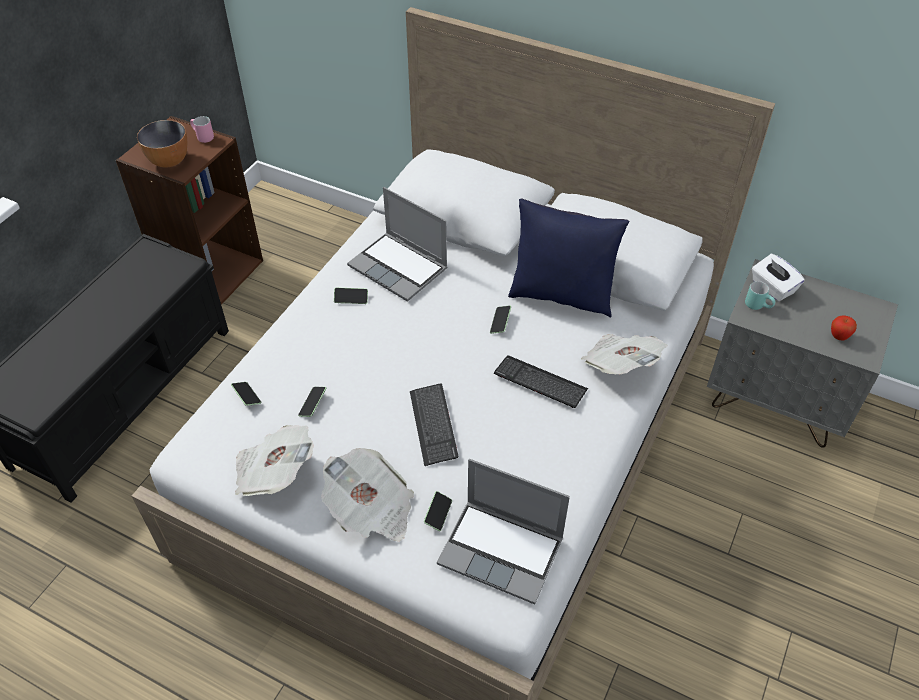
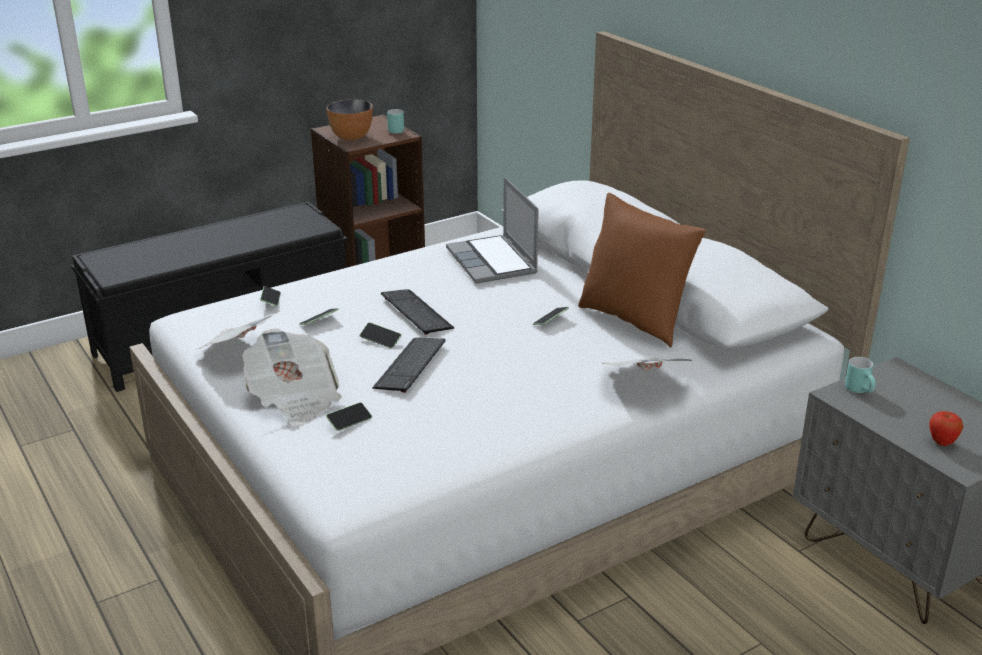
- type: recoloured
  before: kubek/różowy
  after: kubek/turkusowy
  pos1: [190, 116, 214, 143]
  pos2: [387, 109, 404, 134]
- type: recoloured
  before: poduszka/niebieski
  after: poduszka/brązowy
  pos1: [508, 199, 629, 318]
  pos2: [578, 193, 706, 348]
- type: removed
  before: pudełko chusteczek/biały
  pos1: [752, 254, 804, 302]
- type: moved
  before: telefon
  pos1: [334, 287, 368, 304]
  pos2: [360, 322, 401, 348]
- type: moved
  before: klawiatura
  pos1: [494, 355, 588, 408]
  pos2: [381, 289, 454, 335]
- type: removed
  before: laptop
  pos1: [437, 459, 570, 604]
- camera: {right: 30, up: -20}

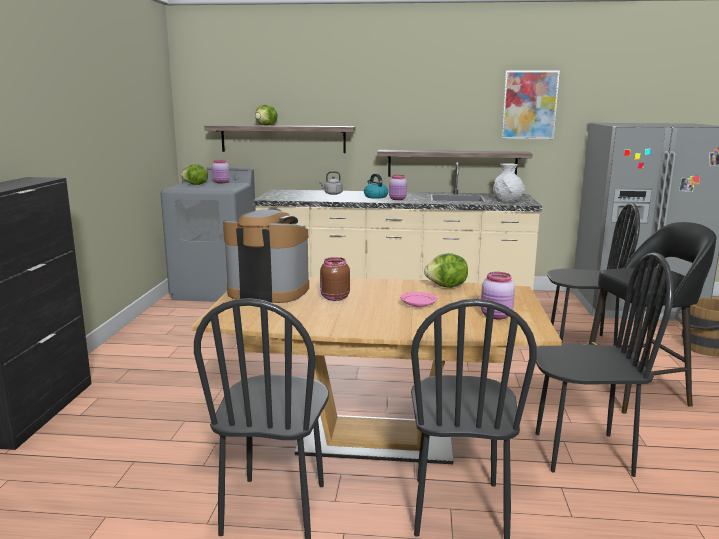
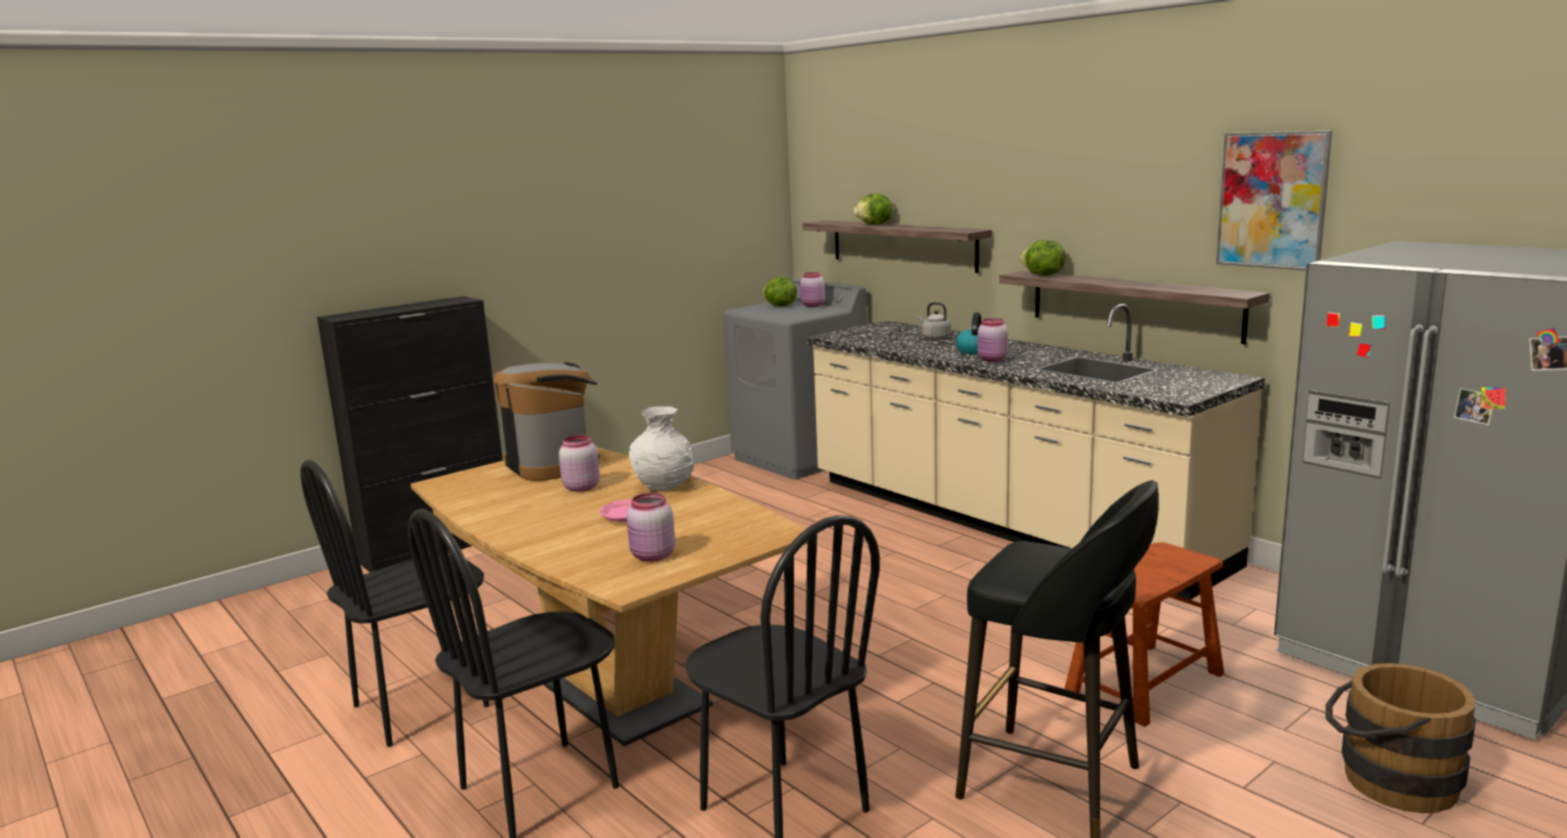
- type: moved
  before: wazon/biały
  pos1: [493, 163, 525, 202]
  pos2: [629, 406, 694, 491]
- type: replaced
  before: krzesło/czarny
  after: stołek/brązowy
  pos1: [547, 203, 640, 346]
  pos2: [1064, 542, 1224, 727]
- type: moved
  before: sałata
  pos1: [424, 253, 468, 288]
  pos2: [1020, 240, 1066, 276]
- type: recoloured
  before: słoik/brązowy
  after: słoik/różowy
  pos1: [320, 257, 350, 301]
  pos2: [559, 435, 600, 492]
- camera: {right: 45, up: 0}

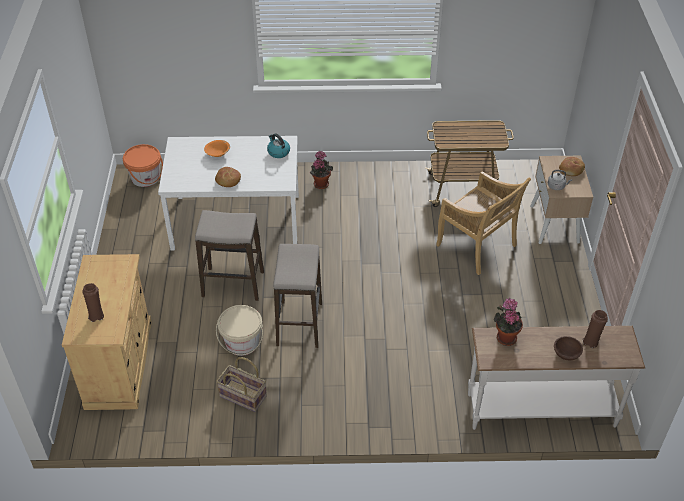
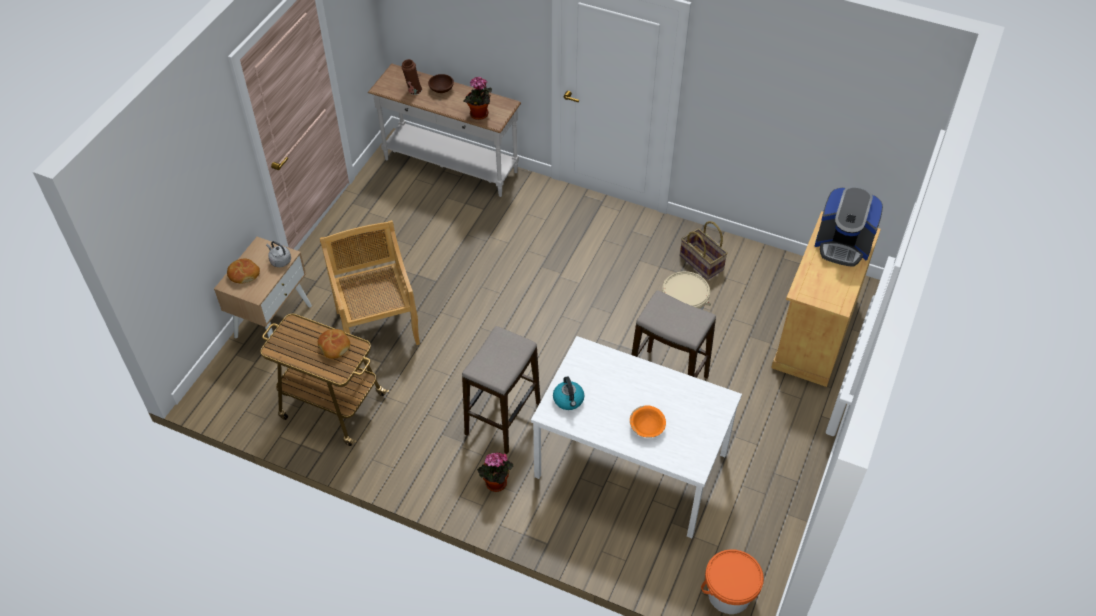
- type: moved
  before: chleb
  pos1: [215, 167, 241, 187]
  pos2: [318, 329, 350, 359]
- type: moved
  before: stołek
  pos1: [273, 244, 322, 348]
  pos2: [462, 326, 541, 454]
- type: replaced
  before: wazon/brązowy
  after: ekspres do kawy
  pos1: [82, 283, 104, 322]
  pos2: [815, 186, 883, 267]
- camera: {right: -155, up: 5}

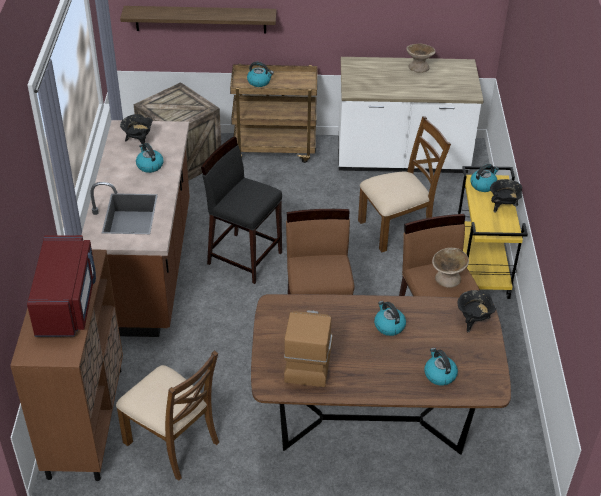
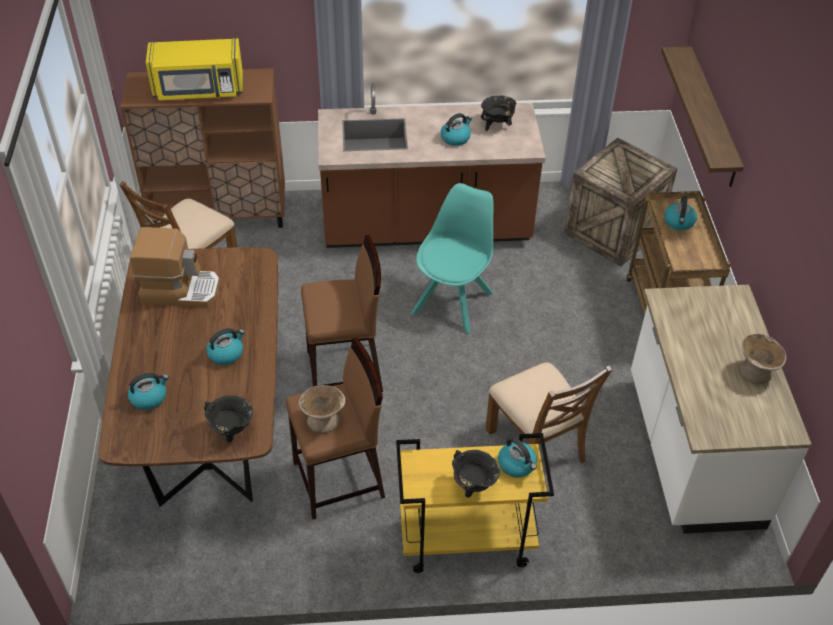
- type: replaced
  before: stołek/czarny
  after: krzesło/turkusowy
  pos1: [201, 137, 282, 284]
  pos2: [412, 183, 494, 334]
- type: recoloured
  before: mikrofalówka/czerwony
  after: mikrofalówka/żółty
  pos1: [27, 235, 96, 337]
  pos2: [146, 38, 243, 100]
- camera: {right: 85, up: 5}

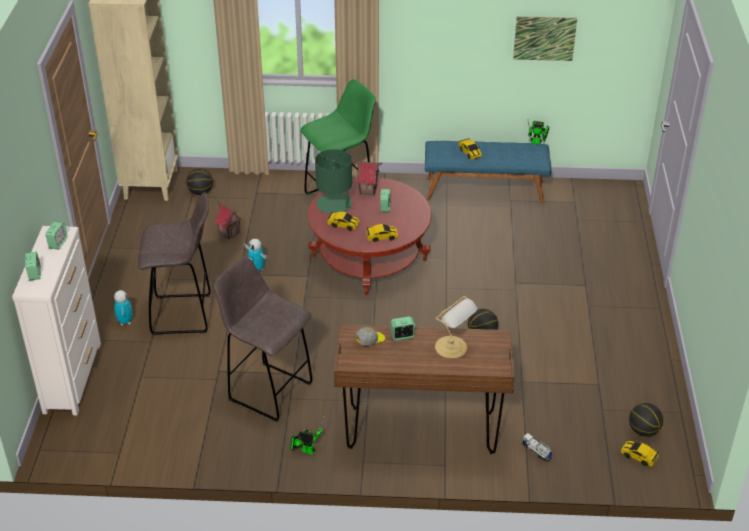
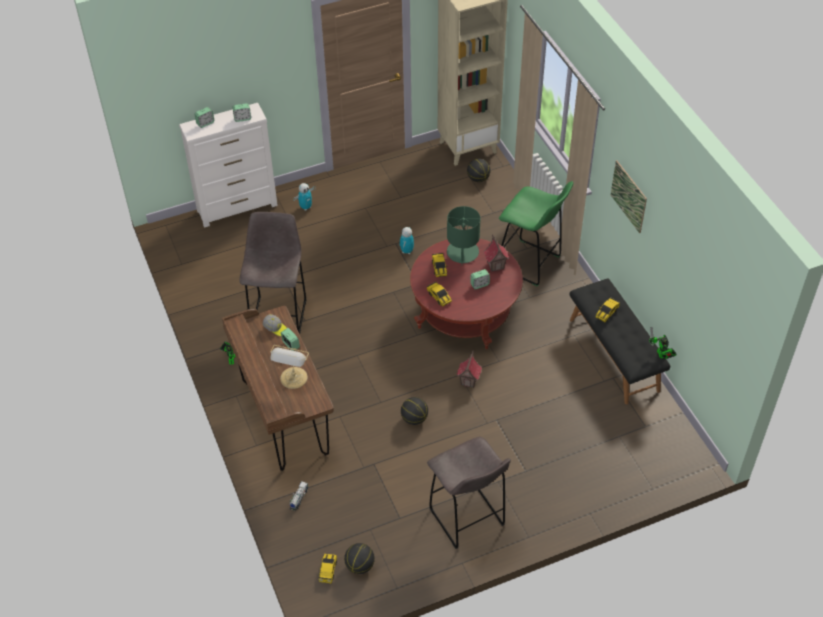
- type: moved
  before: obraz
  pos1: [513, 16, 577, 61]
  pos2: [611, 160, 647, 233]
- type: recoloured
  before: ławka/niebieski
  after: ławka/czarny
  pos1: [425, 141, 551, 204]
  pos2: [570, 278, 670, 404]
- type: moved
  before: stołek/szary
  pos1: [138, 192, 211, 335]
  pos2: [427, 437, 511, 549]
- type: moved
  before: domek
  pos1: [214, 201, 242, 239]
  pos2: [457, 351, 482, 388]
- camera: {right: 65, up: 10}

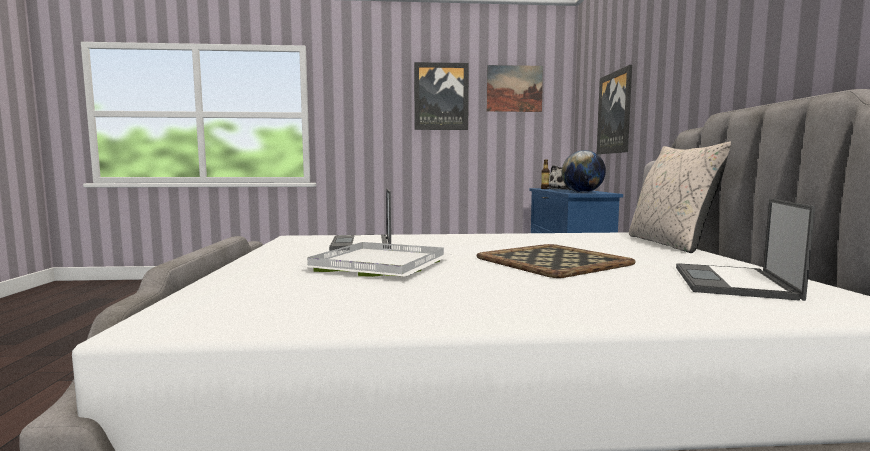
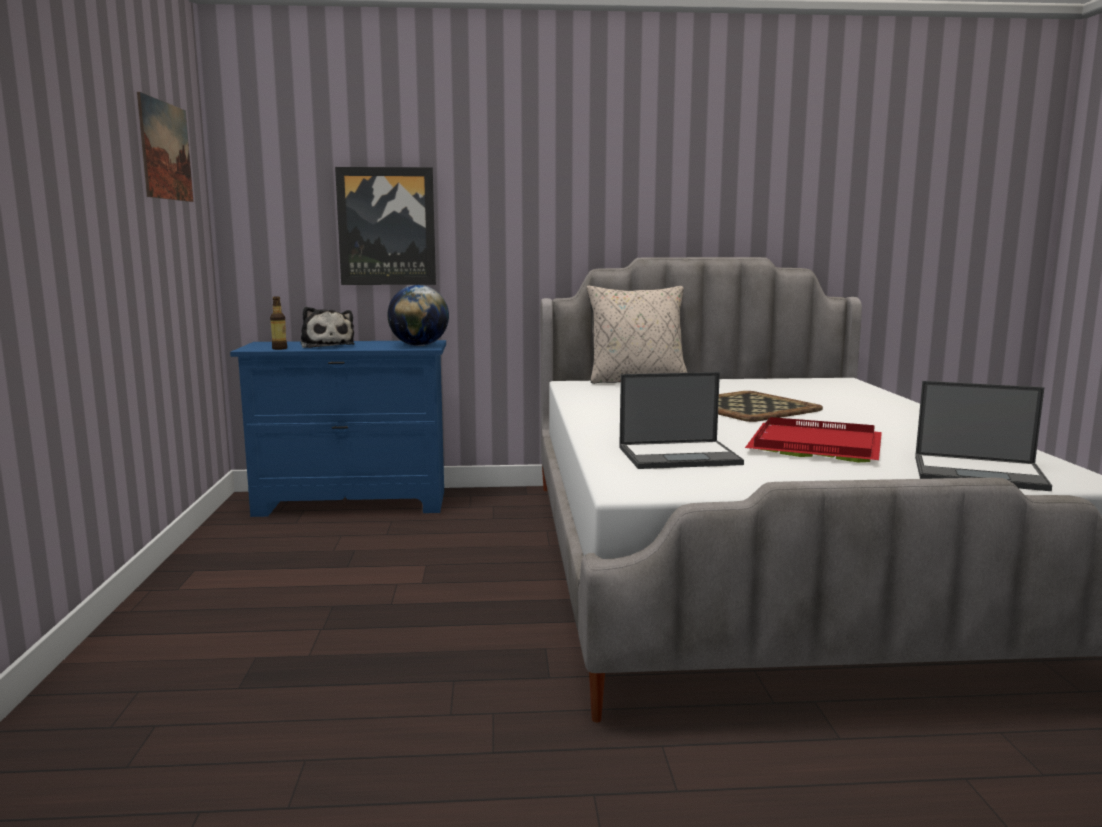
- type: removed
  before: obraz
  pos1: [414, 62, 469, 130]
- type: moved
  before: laptop
  pos1: [676, 198, 815, 301]
  pos2: [915, 381, 1052, 491]
- type: recoloured
  before: taca/biały
  after: taca/czerwony
  pos1: [299, 242, 451, 277]
  pos2: [745, 417, 882, 462]
- camera: {right: -90, up: 5}

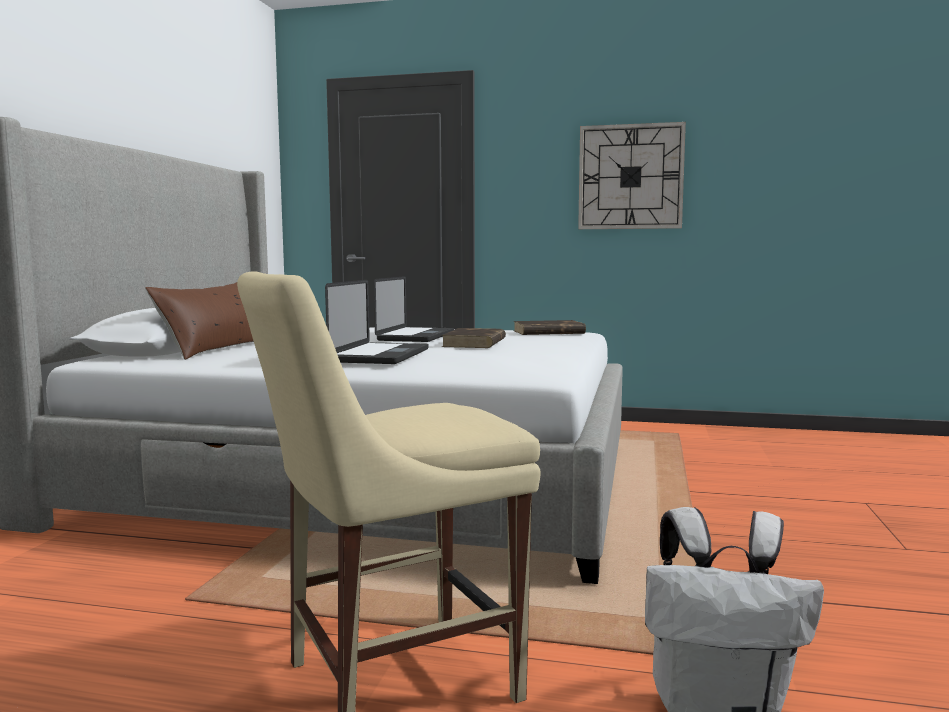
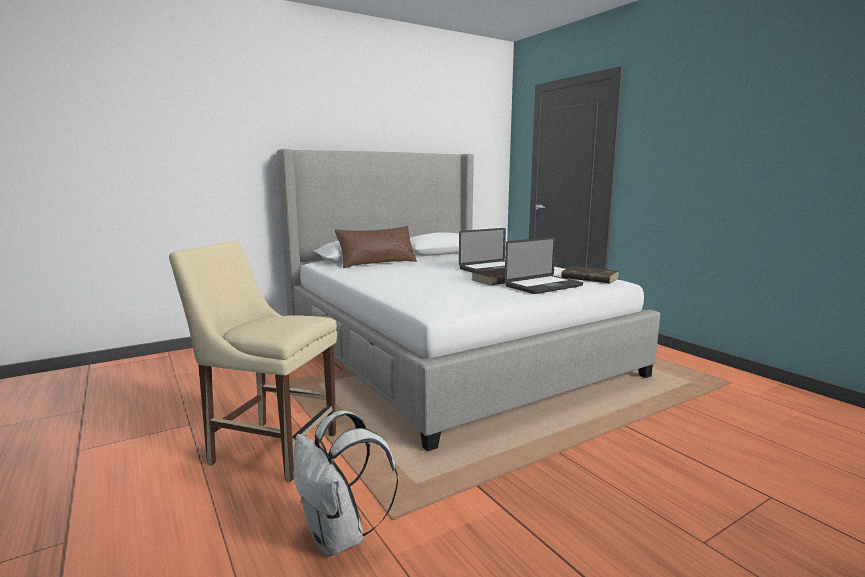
- type: removed
  before: zegar ścienny
  pos1: [578, 122, 686, 229]
- type: moved
  before: laptop
  pos1: [325, 280, 429, 364]
  pos2: [505, 237, 583, 294]
- camera: {right: 45, up: 5}

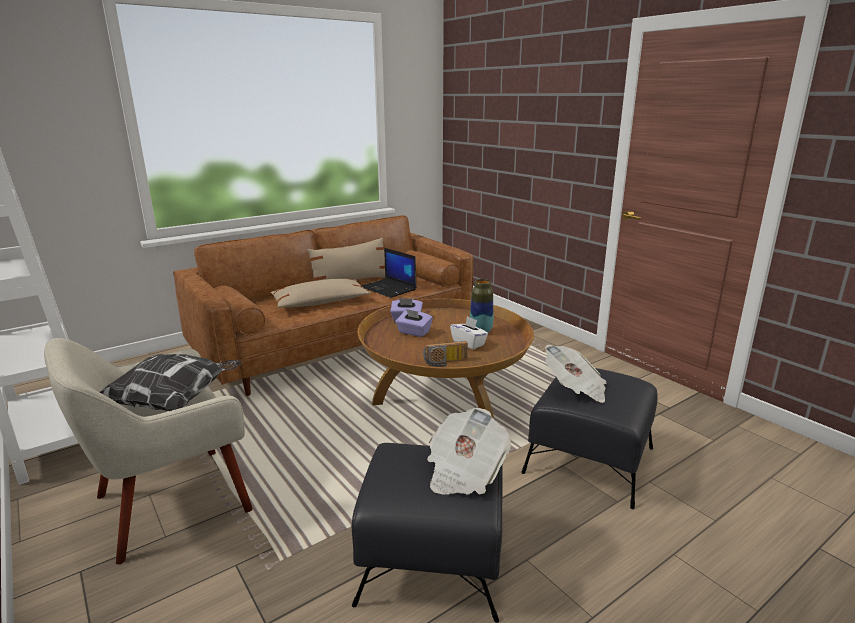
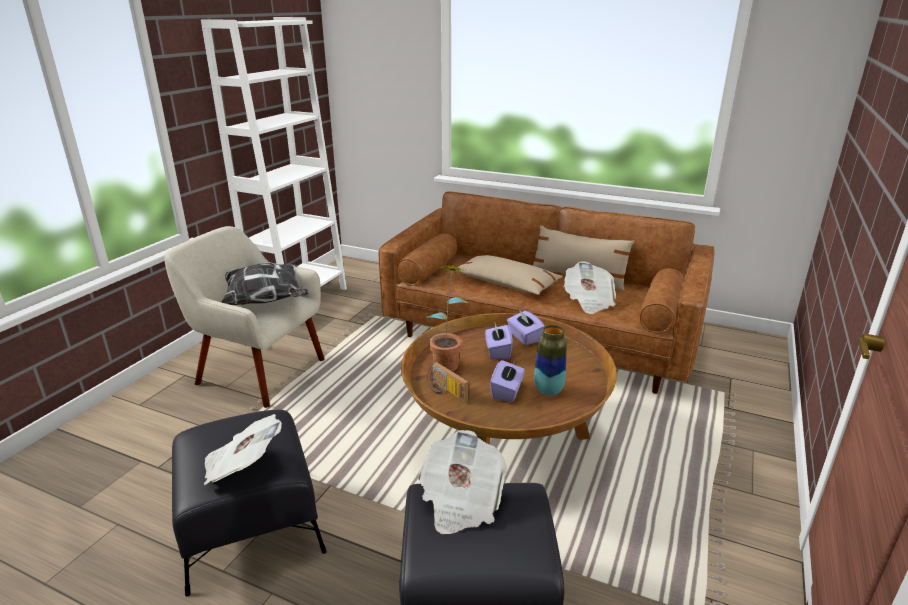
- type: replaced
  before: laptop
  after: gazeta
  pos1: [362, 248, 416, 298]
  pos2: [564, 262, 616, 314]
- type: recoloured
  before: pudełko chusteczek/biały
  after: pudełko chusteczek/fioletowy
  pos1: [450, 316, 488, 350]
  pos2: [490, 360, 525, 402]
- type: added
  after: roślina doniczkowa
  pos2: [427, 265, 469, 371]
- camera: {right: 60, up: 5}

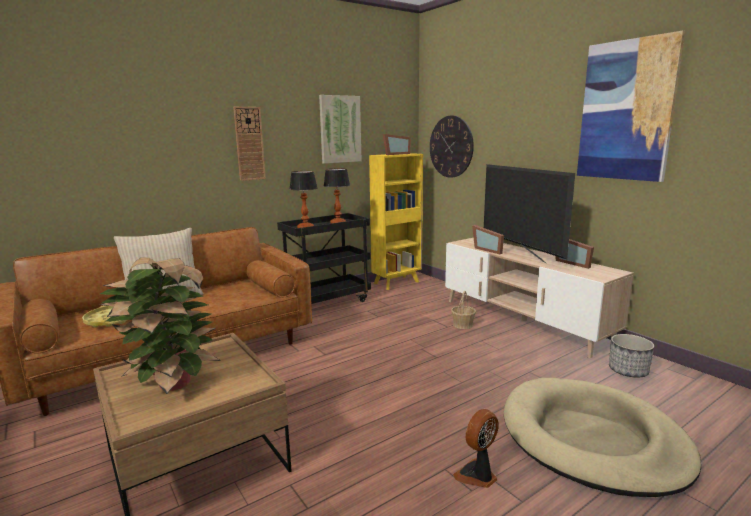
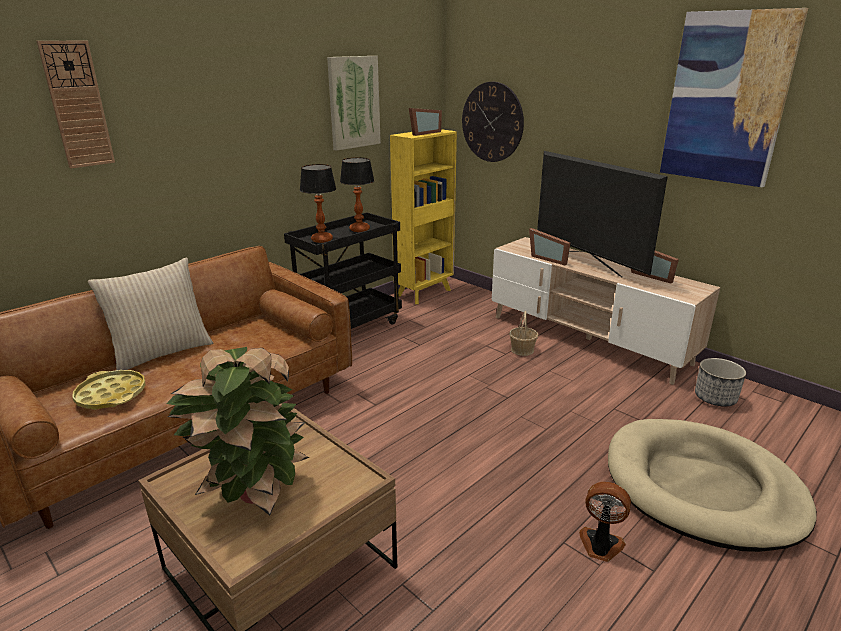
- type: moved
  before: zegar ścienny
  pos1: [233, 107, 266, 181]
  pos2: [37, 40, 115, 169]
- type: turned
  before: wentylator
  pos1: [453, 409, 499, 488]
  pos2: [579, 482, 631, 562]
  turn: 75
- camera: {right: -10, up: 10}

